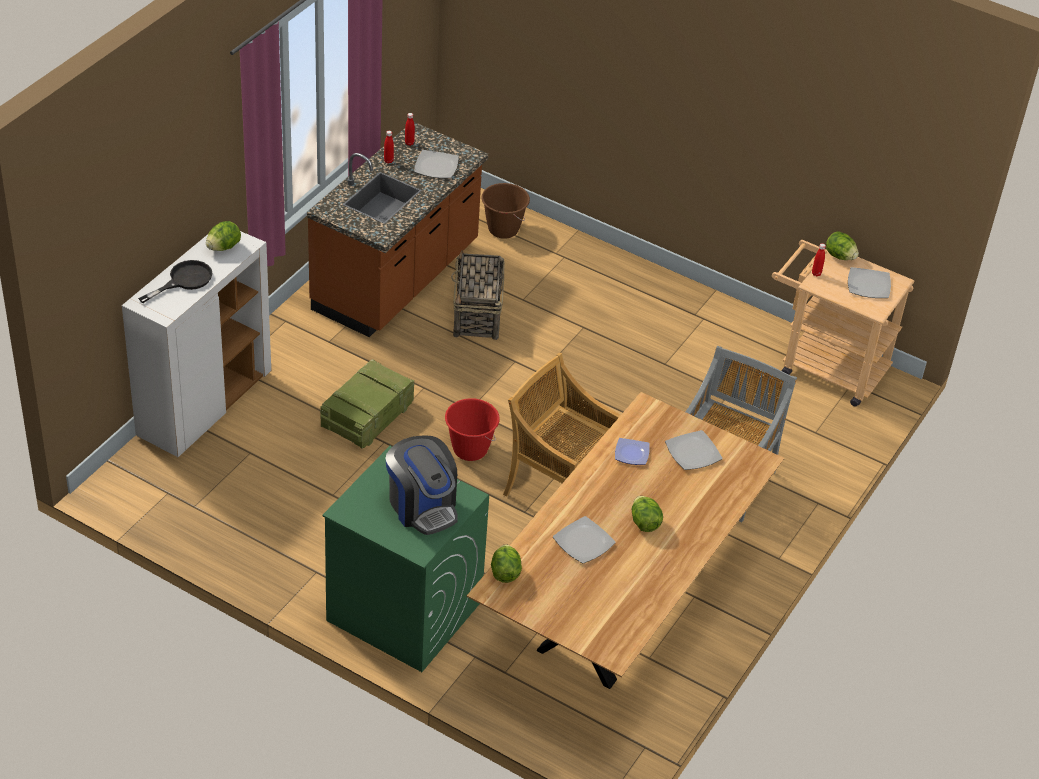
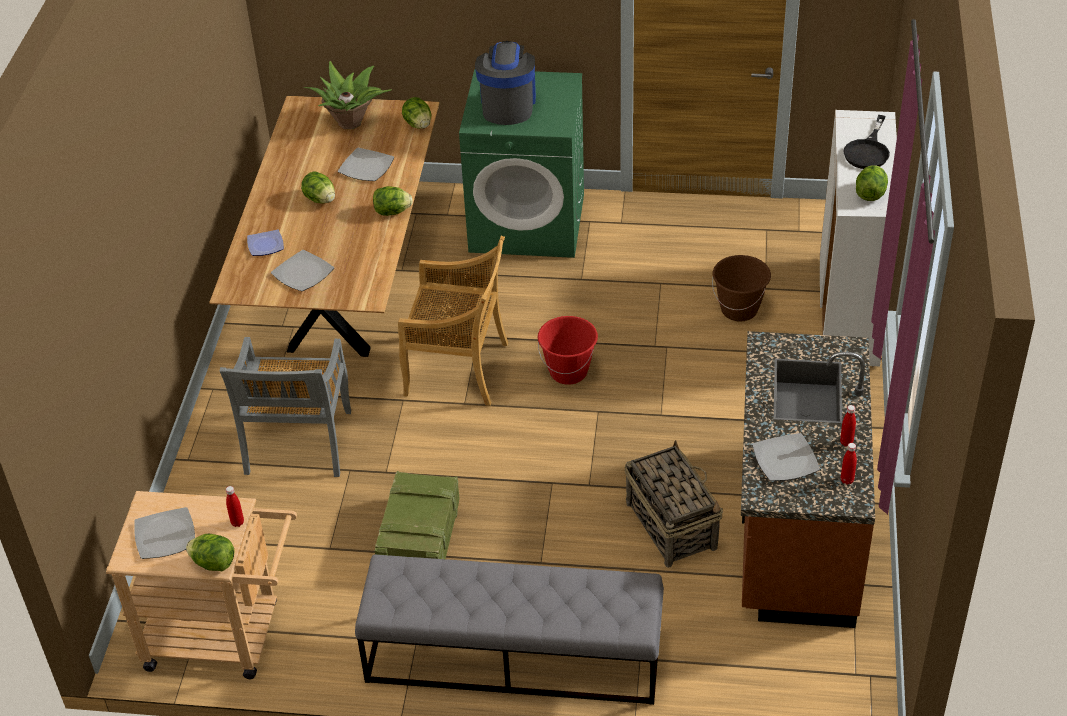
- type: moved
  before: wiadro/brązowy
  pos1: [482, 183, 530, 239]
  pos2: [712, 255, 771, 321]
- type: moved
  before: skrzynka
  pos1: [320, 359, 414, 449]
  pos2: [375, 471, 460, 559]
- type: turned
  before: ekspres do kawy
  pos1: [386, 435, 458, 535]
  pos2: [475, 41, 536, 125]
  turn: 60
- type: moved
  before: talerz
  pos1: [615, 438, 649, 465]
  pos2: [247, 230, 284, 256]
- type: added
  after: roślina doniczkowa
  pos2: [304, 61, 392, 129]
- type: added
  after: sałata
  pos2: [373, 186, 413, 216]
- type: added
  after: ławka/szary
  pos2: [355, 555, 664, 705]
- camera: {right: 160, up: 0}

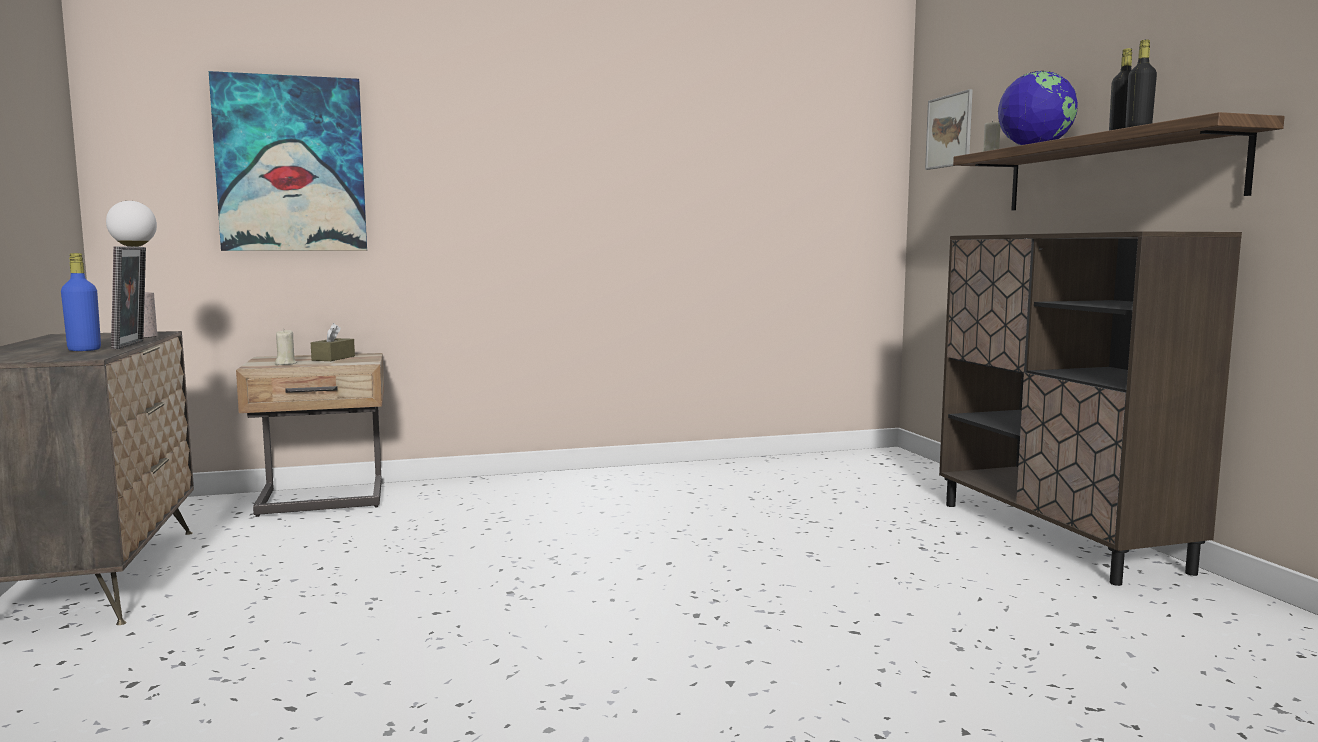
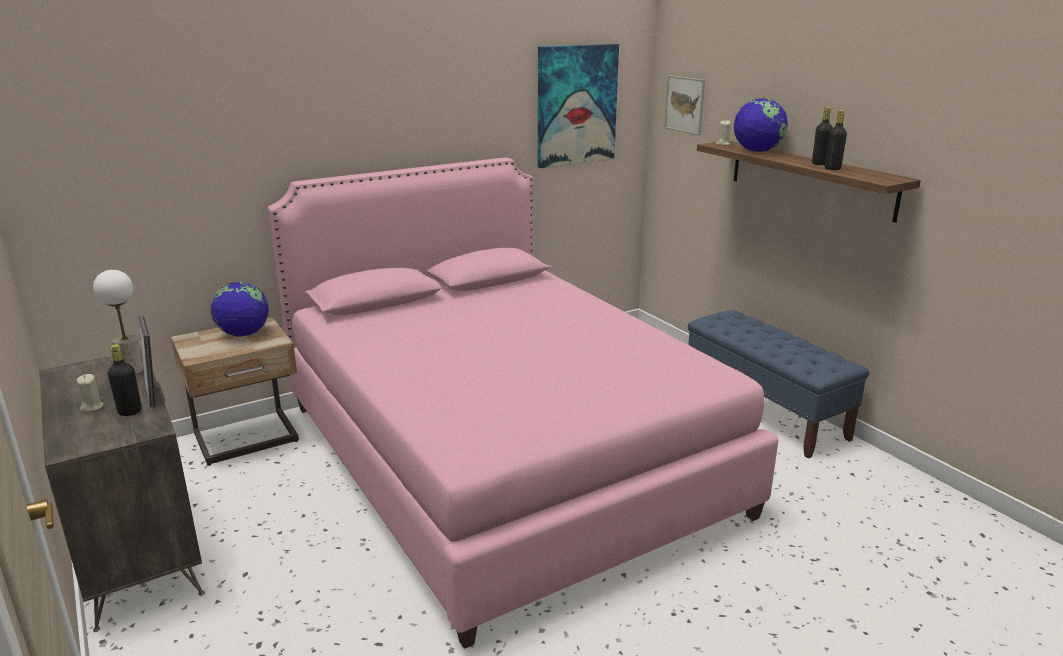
- type: moved
  before: obraz
  pos1: [209, 71, 367, 251]
  pos2: [538, 44, 619, 168]
- type: replaced
  before: szafka/brązowy
  after: ławka/niebieski
  pos1: [939, 231, 1242, 586]
  pos2: [688, 310, 869, 459]
- type: recoloured
  before: butelka/niebieski
  after: butelka/czarny
  pos1: [61, 253, 101, 351]
  pos2: [108, 344, 142, 416]
- type: replaced
  before: pudełko chusteczek/brązowy
  after: globus
  pos1: [311, 323, 355, 361]
  pos2: [211, 282, 269, 337]
- type: moved
  before: świeca/beżowy
  pos1: [275, 329, 297, 365]
  pos2: [76, 374, 104, 412]
- type: added
  after: łóżko/różowy
  pos2: [268, 157, 778, 649]
- camera: {right: -15, up: 15}

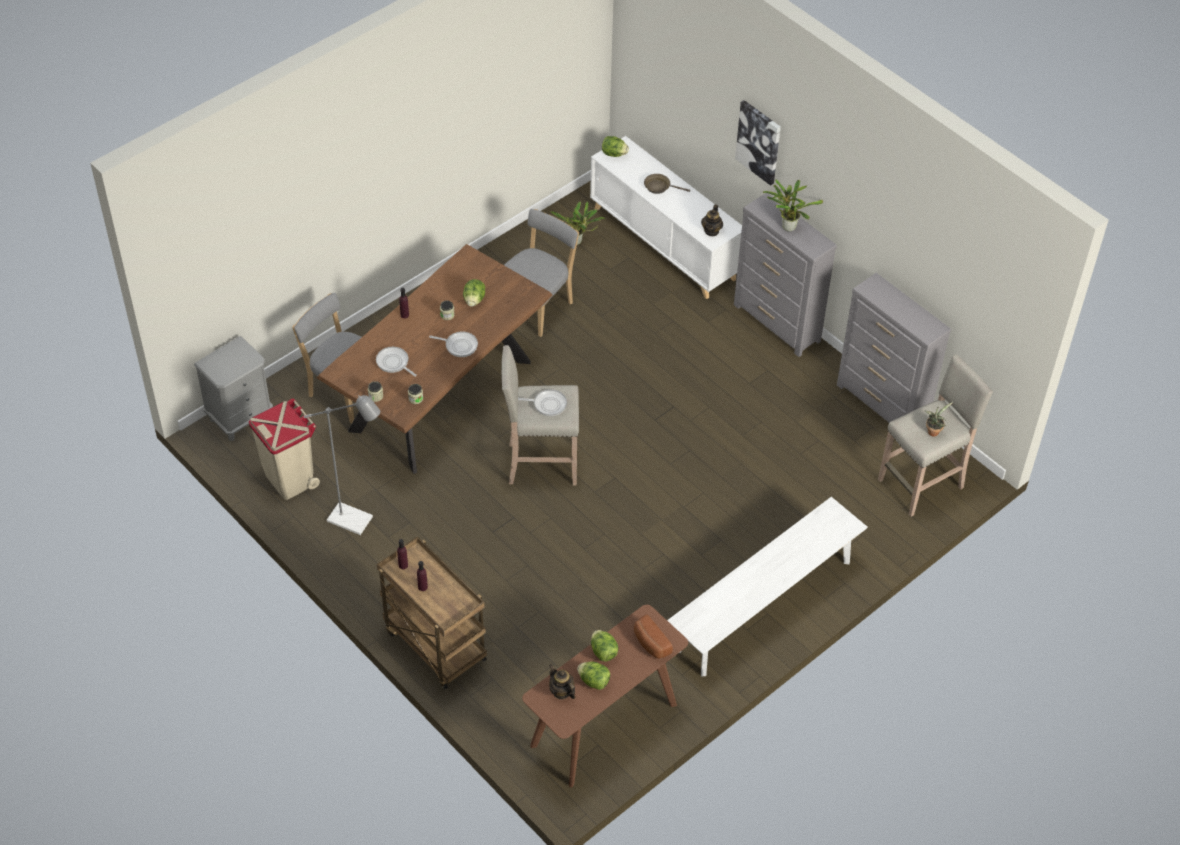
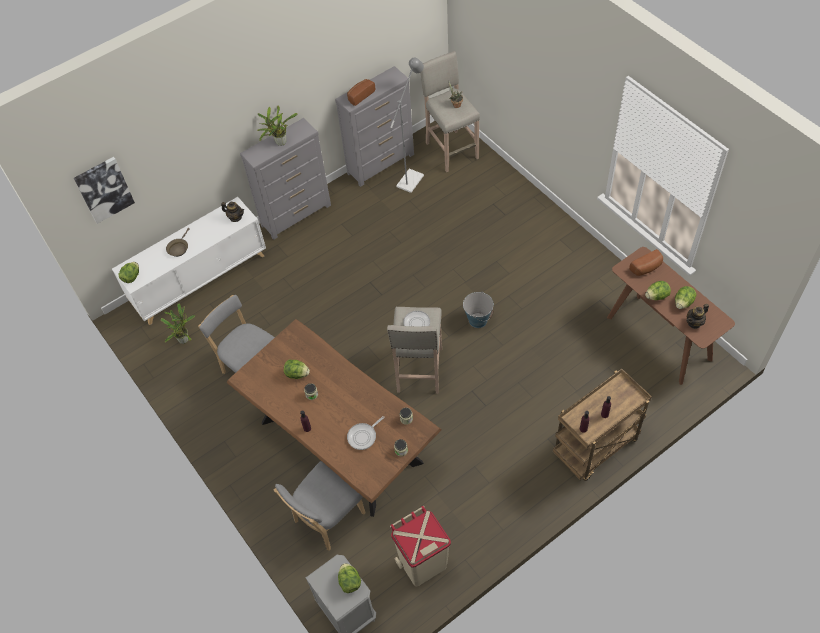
- type: moved
  before: obraz
  pos1: [735, 100, 781, 186]
  pos2: [74, 157, 135, 224]
- type: removed
  before: patelnia
  pos1: [429, 332, 478, 357]
- type: moved
  before: lampa stojąca/szary
  pos1: [304, 395, 380, 535]
  pos2: [390, 58, 424, 193]
- type: removed
  before: ławka/biały
  pos1: [667, 497, 868, 676]
- type: added
  after: chleb
  pos2: [347, 79, 375, 106]
- type: added
  after: wiadro
  pos2: [463, 292, 494, 328]
- type: added
  after: sałata
  pos2: [338, 563, 361, 593]
- camera: {right: -80, up: 5}

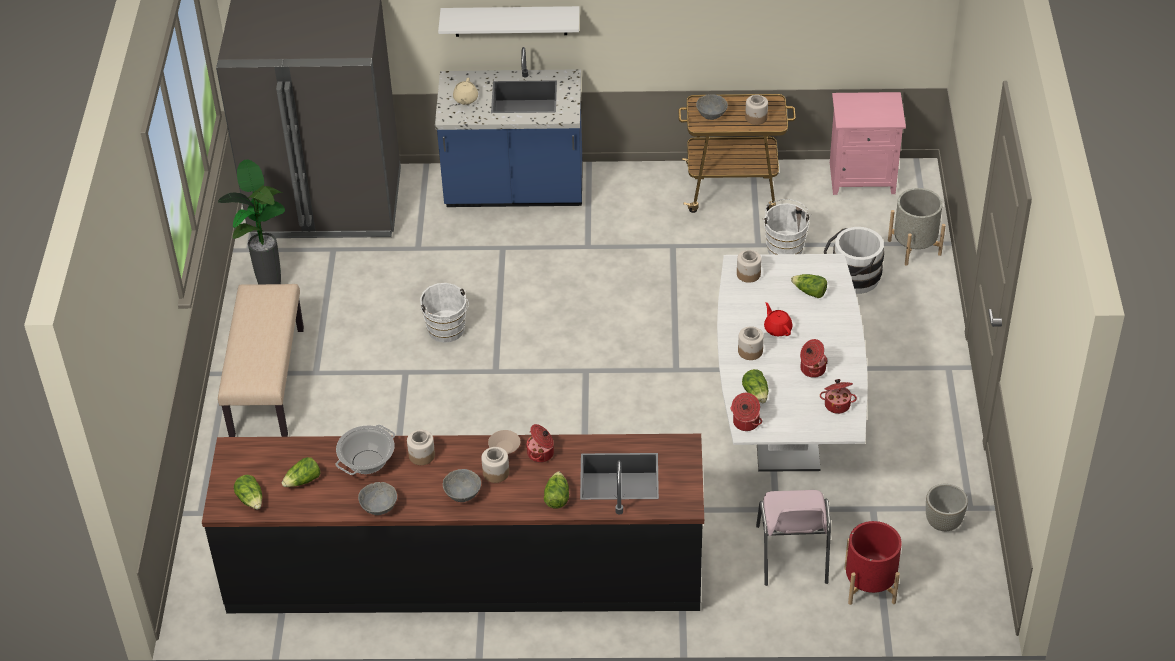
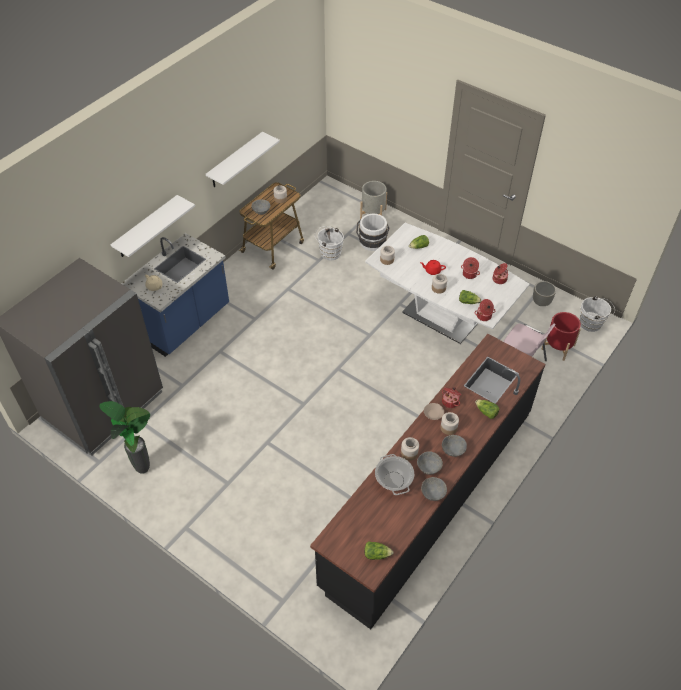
- type: removed
  before: szafka nocna/różowy
  pos1: [830, 92, 906, 195]
- type: moved
  before: wiadro/biały
  pos1: [420, 283, 469, 343]
  pos2: [580, 296, 615, 332]
- type: removed
  before: ławka/beżowy
  pos1: [218, 284, 304, 437]
- type: removed
  before: sałata
  pos1: [282, 457, 320, 487]
- type: added
  after: półka/biały
  pos2: [206, 132, 280, 187]
- type: added
  after: miska/szary
  pos2: [417, 451, 443, 475]
- camera: {right: -55, up: 5}

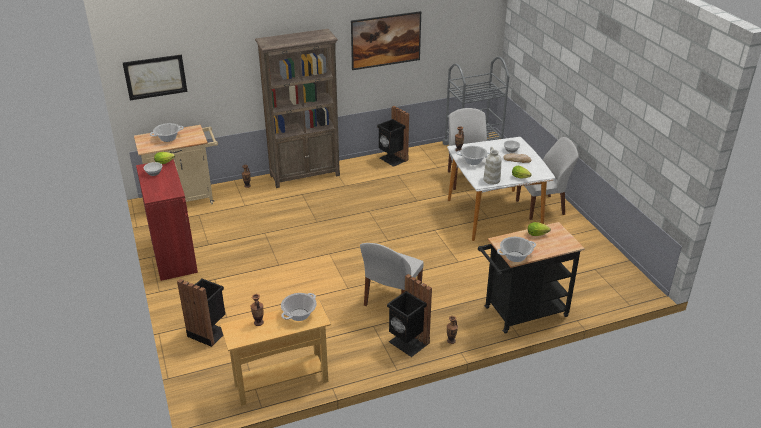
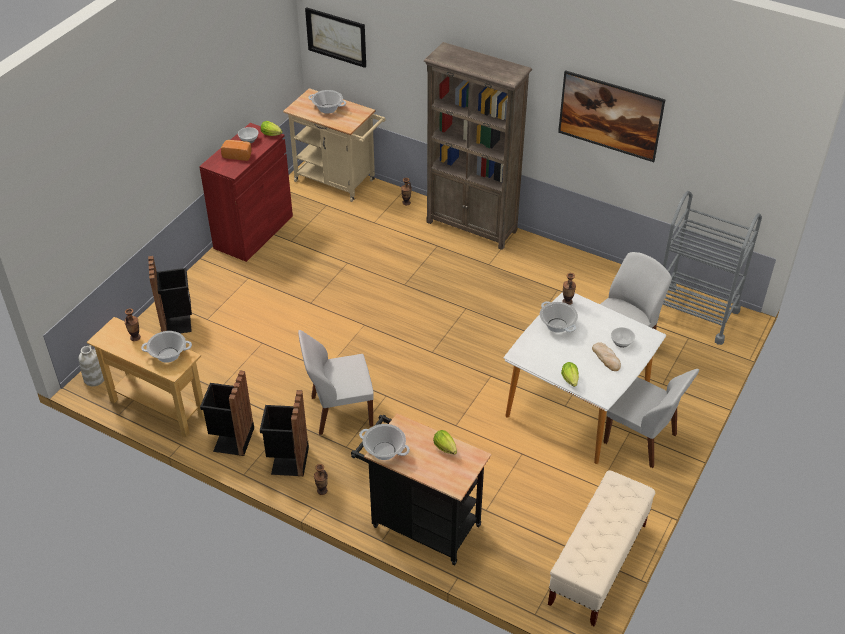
- type: moved
  before: kosz na śmieci/czarny
  pos1: [377, 106, 409, 167]
  pos2: [200, 371, 254, 456]
- type: moved
  before: wazon/biały
  pos1: [484, 147, 501, 185]
  pos2: [79, 345, 104, 386]
- type: added
  after: chleb
  pos2: [221, 140, 251, 161]
- type: added
  after: ławka/beżowy
  pos2: [548, 470, 655, 626]
- camera: {right: 50, up: 10}

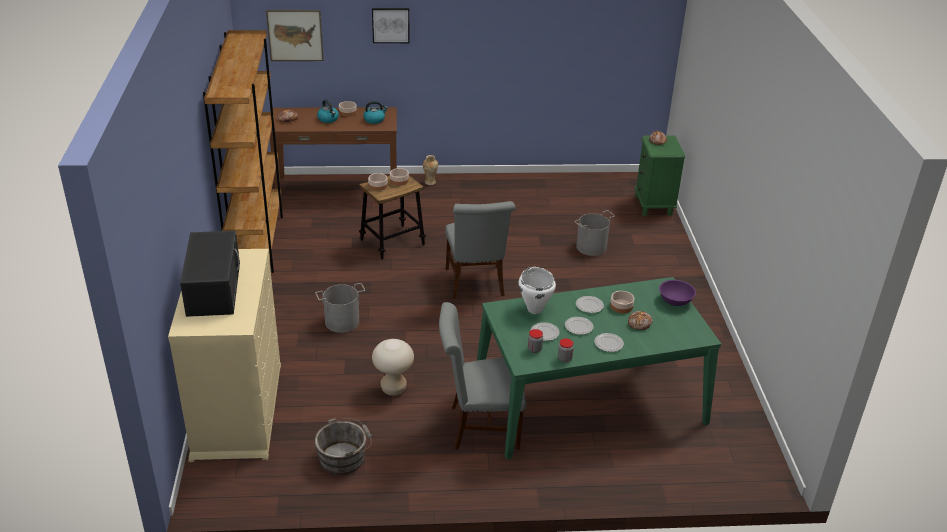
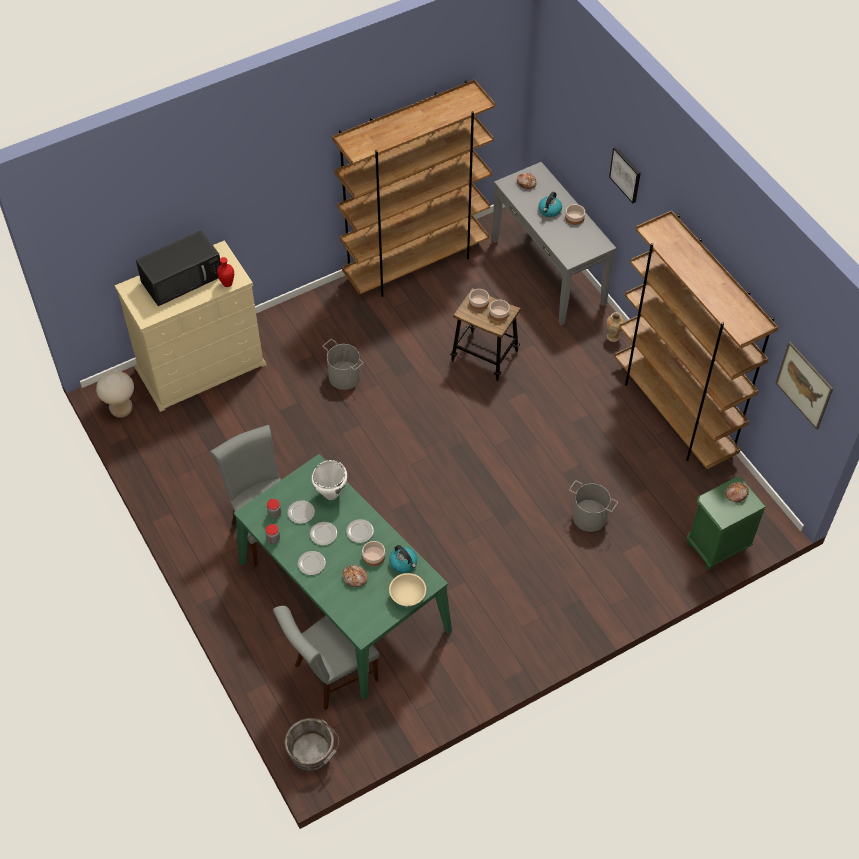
- type: moved
  before: obraz
  pos1: [266, 10, 324, 61]
  pos2: [776, 342, 833, 429]
- type: moved
  before: czajnik
  pos1: [363, 101, 388, 124]
  pos2: [389, 545, 417, 573]
- type: recoloured
  before: stolik konsolowy/brązowy
  after: stolik konsolowy/szary
  pos1: [270, 107, 397, 200]
  pos2: [492, 162, 616, 325]
- type: moved
  before: krzesło/szary
  pos1: [445, 201, 516, 299]
  pos2: [273, 606, 379, 710]
- type: recoloured
  before: miska/fioletowy
  after: miska/beżowy
  pos1: [659, 280, 696, 306]
  pos2: [389, 573, 426, 606]
- type: moved
  before: stołek/beżowy
  pos1: [372, 339, 414, 396]
  pos2: [96, 371, 134, 418]
- type: moved
  before: wiadro/szary
  pos1: [315, 418, 372, 475]
  pos2: [285, 718, 339, 772]
- type: added
  after: regał/brązowy
  pos2: [614, 210, 778, 469]
- type: added
  after: wazon/czerwony
  pos2: [217, 257, 234, 287]
- camera: {right: 65, up: 20}

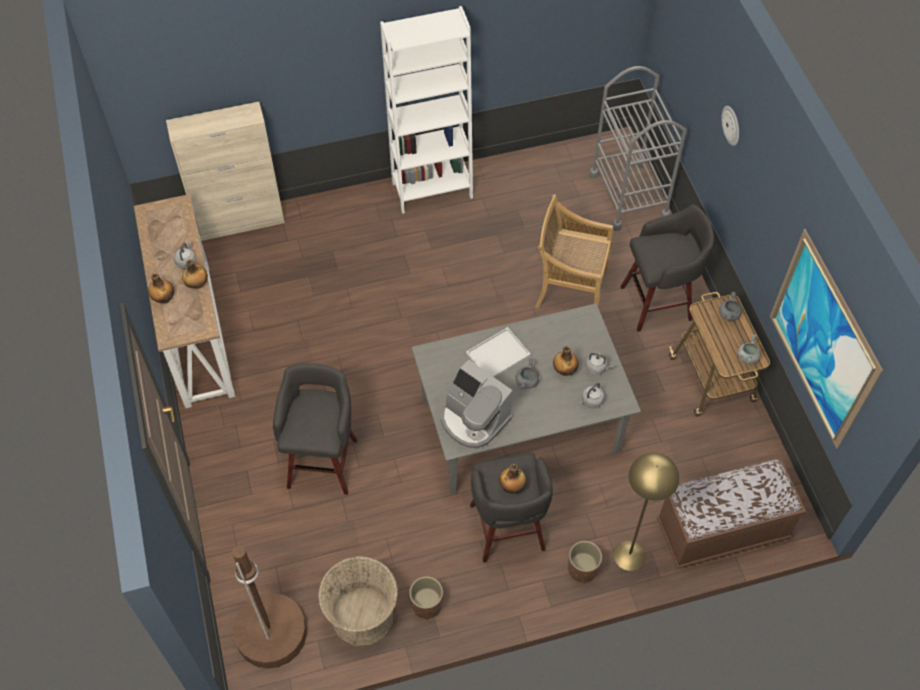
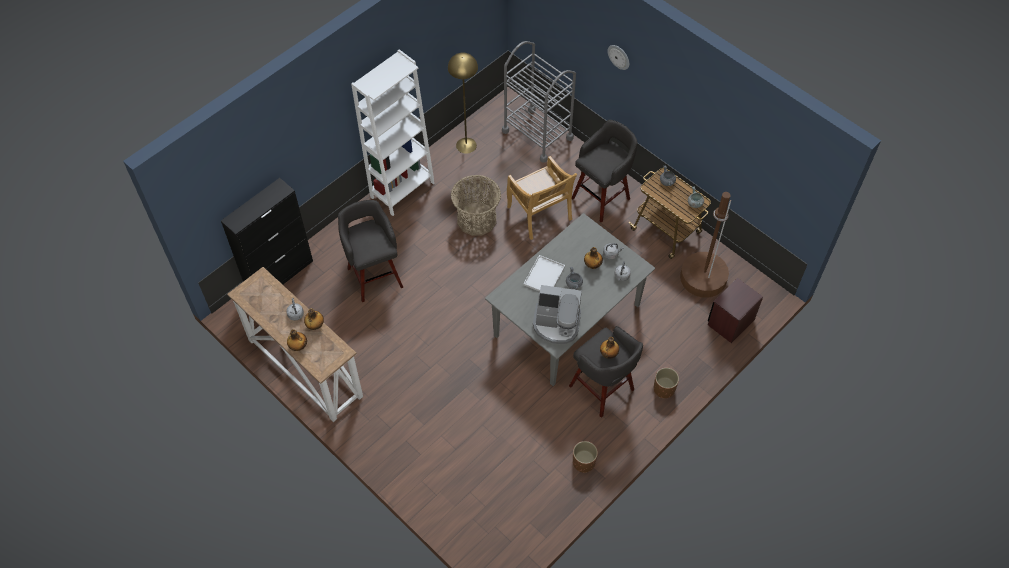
- type: recoloured
  before: szafka/beżowy
  after: szafka/czarny
  pos1: [166, 102, 285, 241]
  pos2: [221, 178, 313, 285]
- type: turned
  before: krzesło/beżowy
  pos1: [535, 195, 613, 308]
  pos2: [507, 156, 577, 240]
  turn: -105
- type: removed
  before: obraz
  pos1: [770, 229, 883, 449]
- type: moved
  before: stołek/szary
  pos1: [273, 363, 358, 495]
  pos2: [338, 200, 403, 302]
- type: moved
  before: lampa stojąca/żółty
  pos1: [613, 452, 679, 571]
  pos2: [448, 53, 478, 154]
- type: replaced
  before: ławka/brązowy
  after: szafka nocna/brązowy
  pos1: [657, 459, 806, 569]
  pos2: [708, 278, 763, 343]
- type: moved
  before: lampa stojąca/brązowy
  pos1: [232, 546, 307, 669]
  pos2: [680, 192, 731, 298]
- type: moved
  before: koszyk
  pos1: [318, 556, 398, 647]
  pos2: [451, 175, 501, 236]
- camera: {right: -30, up: 0}

